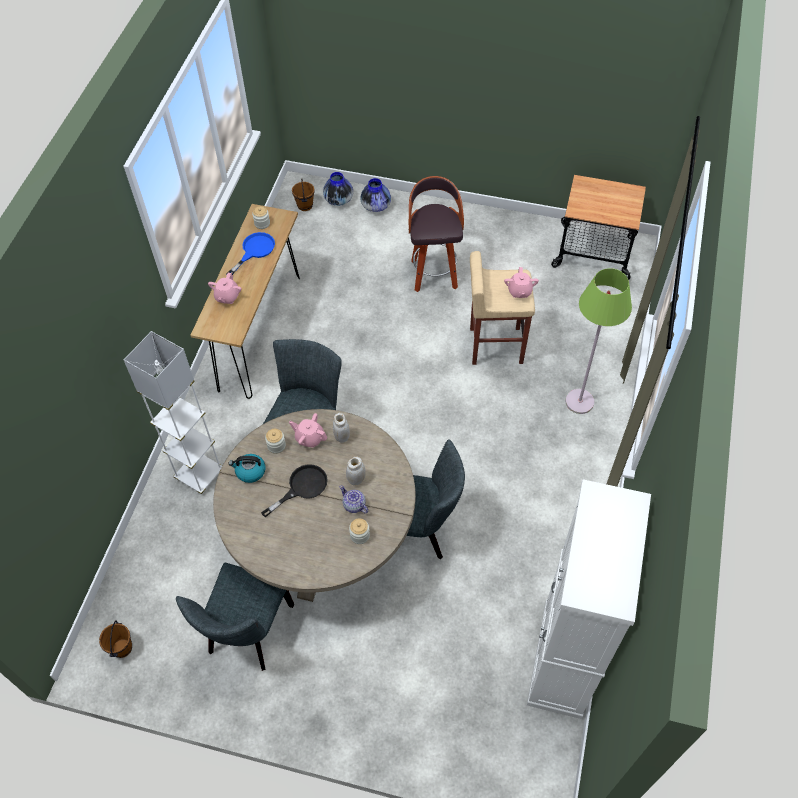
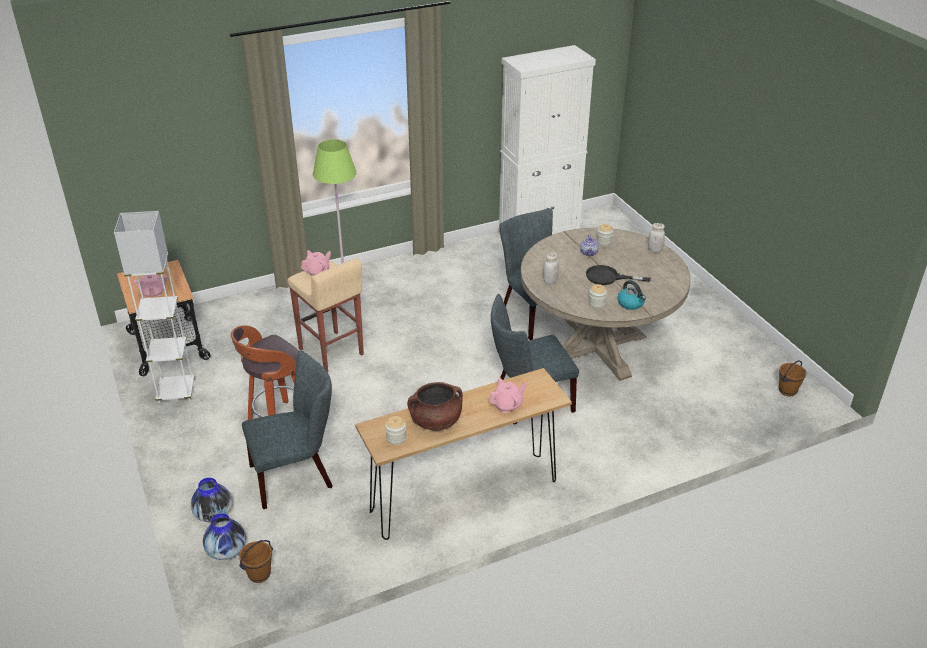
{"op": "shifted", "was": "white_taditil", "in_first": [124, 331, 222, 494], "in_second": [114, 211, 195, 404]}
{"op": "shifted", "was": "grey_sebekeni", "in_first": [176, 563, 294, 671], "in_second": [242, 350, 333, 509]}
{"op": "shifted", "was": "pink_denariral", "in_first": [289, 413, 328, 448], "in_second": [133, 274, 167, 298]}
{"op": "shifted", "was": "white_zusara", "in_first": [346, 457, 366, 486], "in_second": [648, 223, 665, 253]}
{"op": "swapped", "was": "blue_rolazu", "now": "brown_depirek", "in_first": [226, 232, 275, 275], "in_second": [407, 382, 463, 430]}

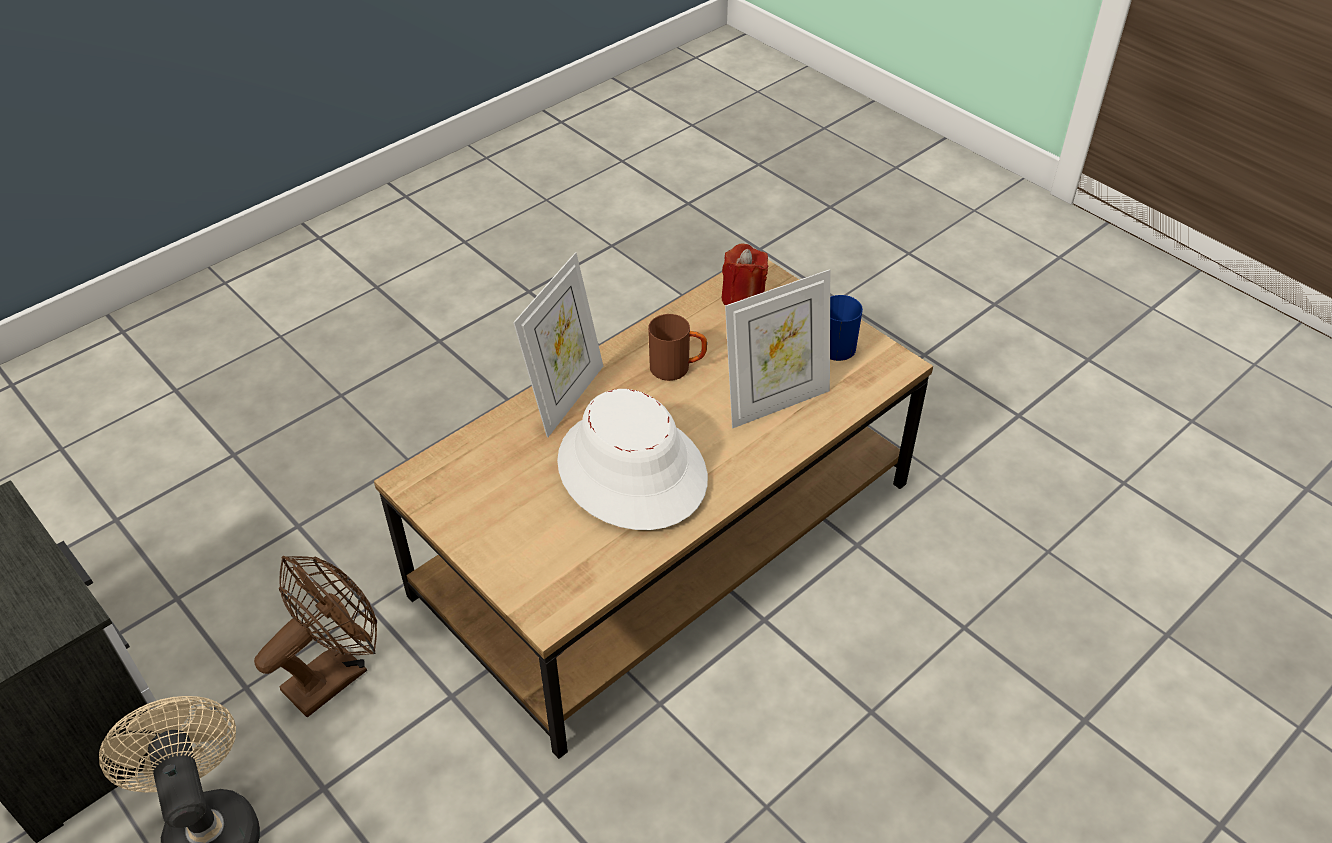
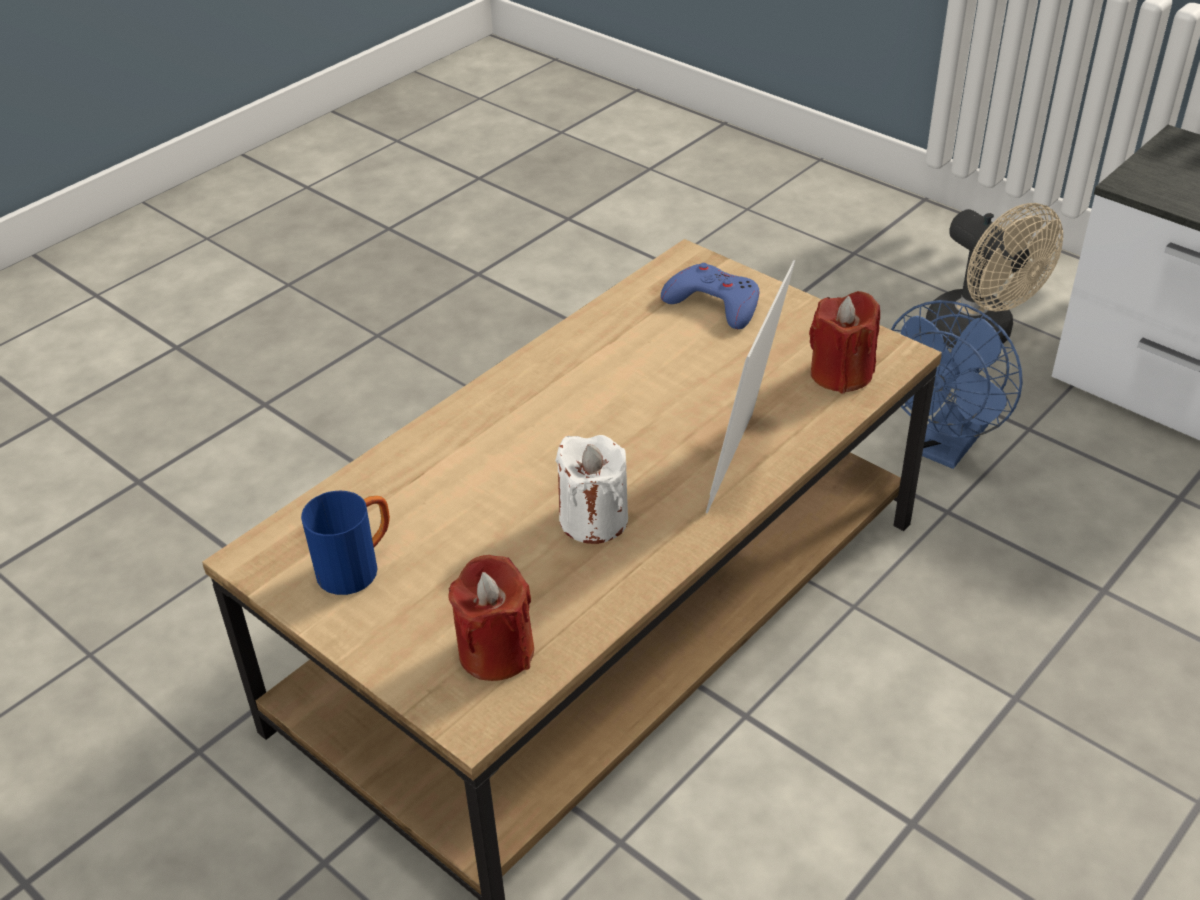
{"op": "gone", "was": "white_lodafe", "in_first": [557, 389, 708, 530]}
{"op": "gone", "was": "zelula", "in_first": [725, 269, 830, 428]}
{"op": "new", "now": "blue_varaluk", "in_second": [661, 263, 759, 329]}
{"op": "new", "now": "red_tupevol", "in_second": [809, 291, 880, 394]}
{"op": "swapped", "was": "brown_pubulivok", "now": "white_tupevol", "in_first": [648, 314, 707, 381], "in_second": [555, 435, 628, 544]}
{"op": "repainted", "was": "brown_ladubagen", "now": "blue_ladubagen", "in_first": [254, 556, 377, 717], "in_second": [891, 300, 1023, 469]}

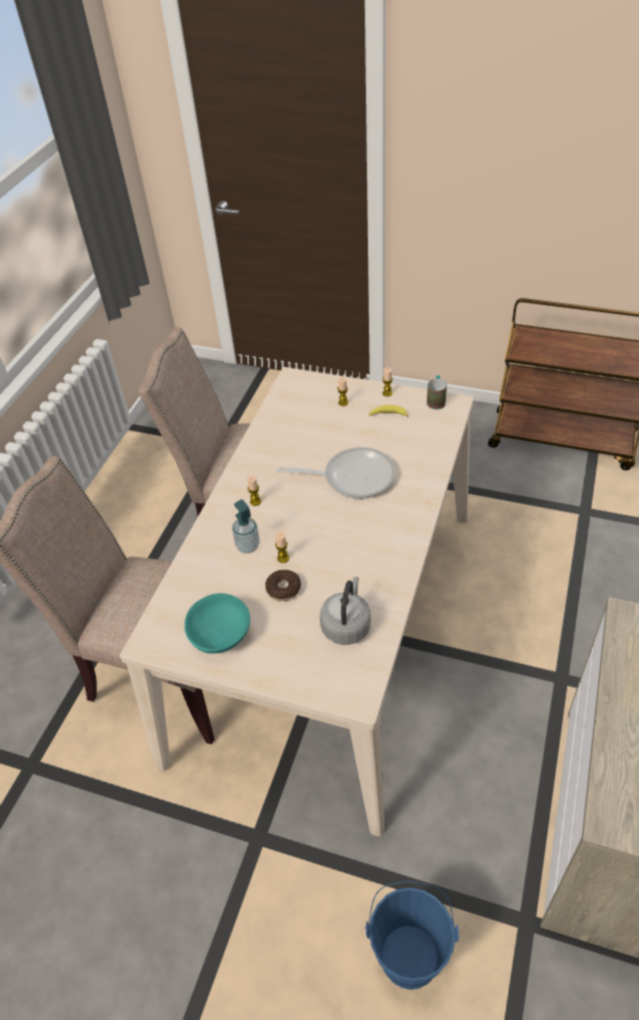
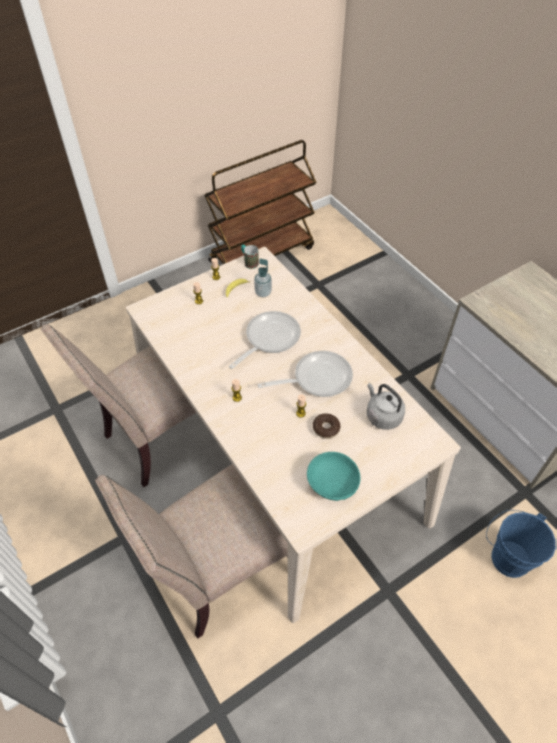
{"op": "new", "now": "rolazu", "in_second": [258, 351, 353, 397]}
{"op": "shifted", "was": "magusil", "in_first": [232, 499, 260, 553], "in_second": [254, 259, 272, 297]}

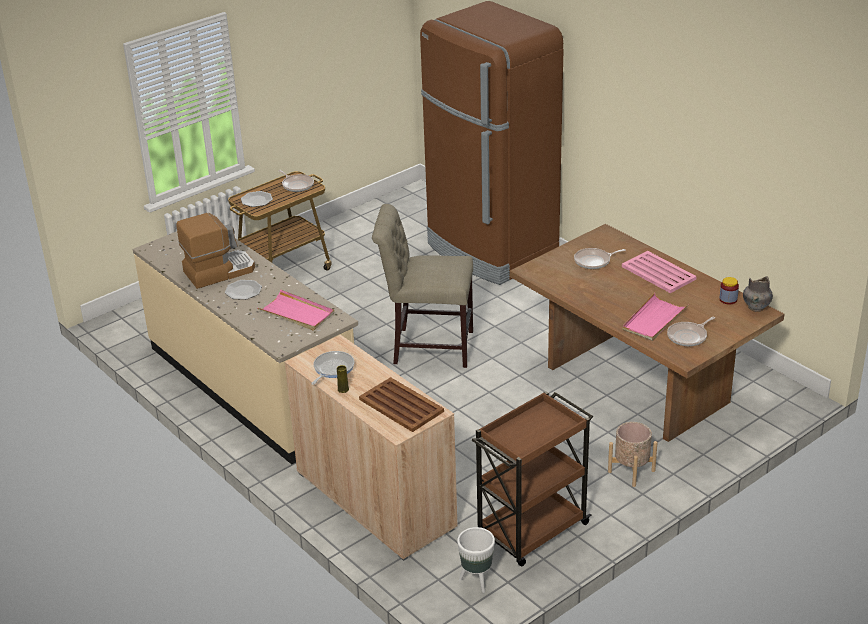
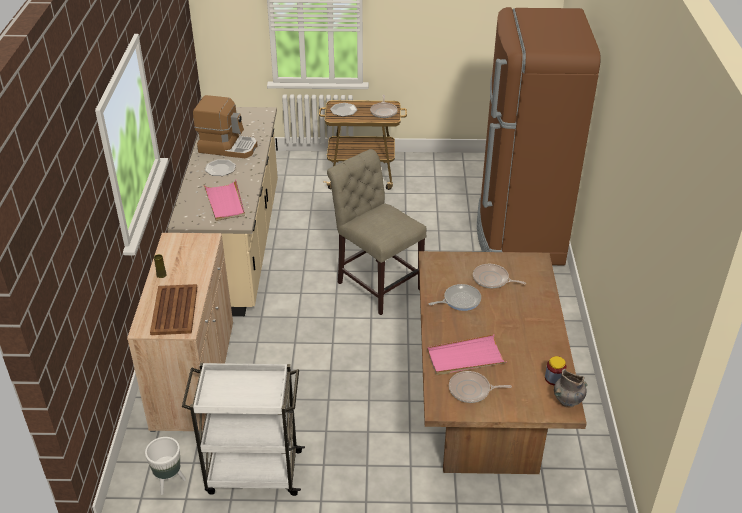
{"op": "gone", "was": "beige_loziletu", "in_first": [608, 422, 658, 487]}
{"op": "gone", "was": "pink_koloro", "in_first": [622, 251, 697, 293]}
{"op": "shifted", "was": "rolazu", "in_first": [311, 351, 354, 385], "in_second": [429, 284, 481, 311]}
{"op": "repainted", "was": "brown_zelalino", "now": "white_zelalino", "in_first": [472, 391, 593, 566], "in_second": [182, 362, 305, 496]}

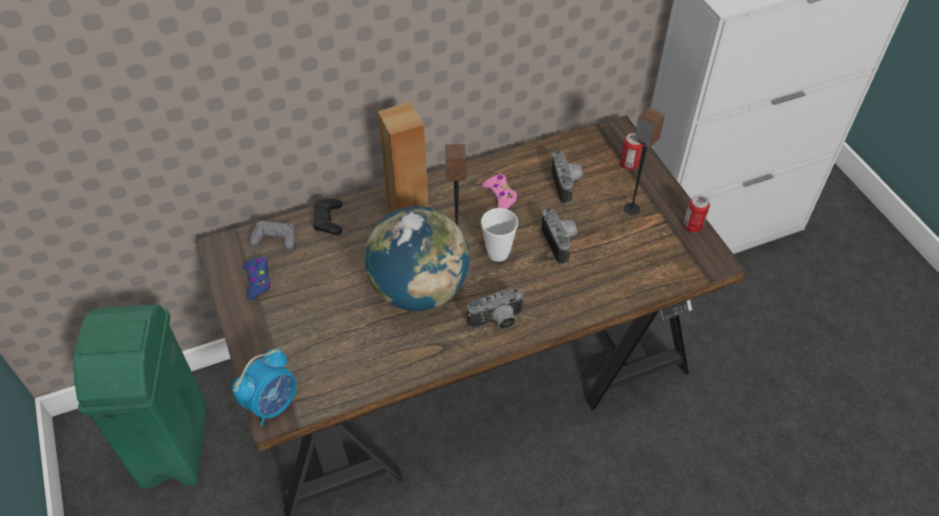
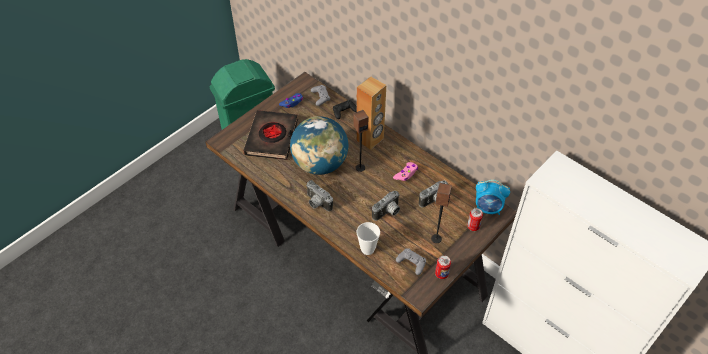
{"op": "new", "now": "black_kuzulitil", "in_second": [243, 110, 298, 160]}
{"op": "new", "now": "grey_varaluk", "in_second": [396, 249, 426, 275]}
{"op": "shifted", "was": "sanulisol", "in_first": [232, 348, 296, 426], "in_second": [476, 180, 510, 215]}
{"op": "shifted", "was": "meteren", "in_first": [481, 208, 518, 262], "in_second": [356, 222, 380, 255]}

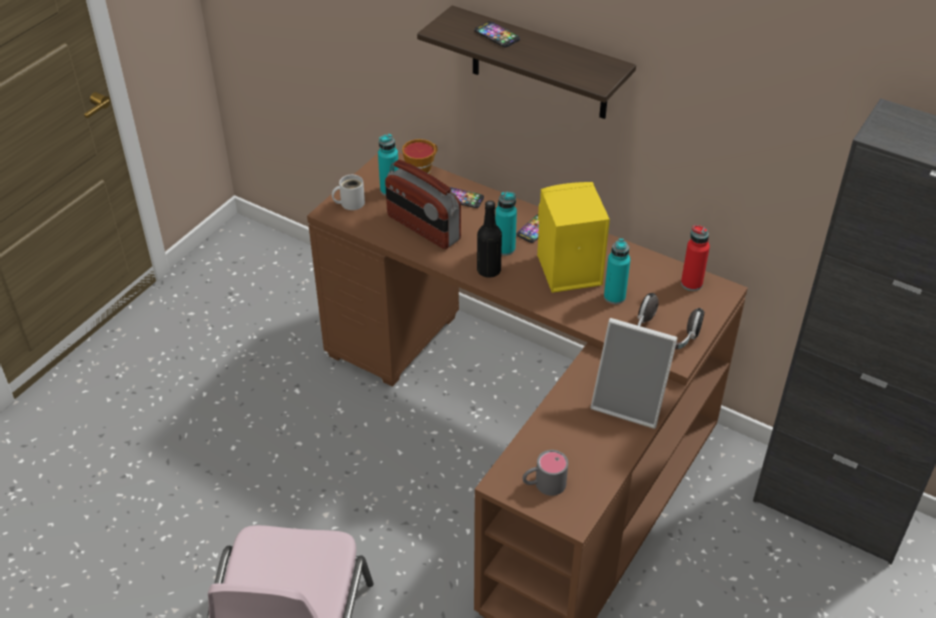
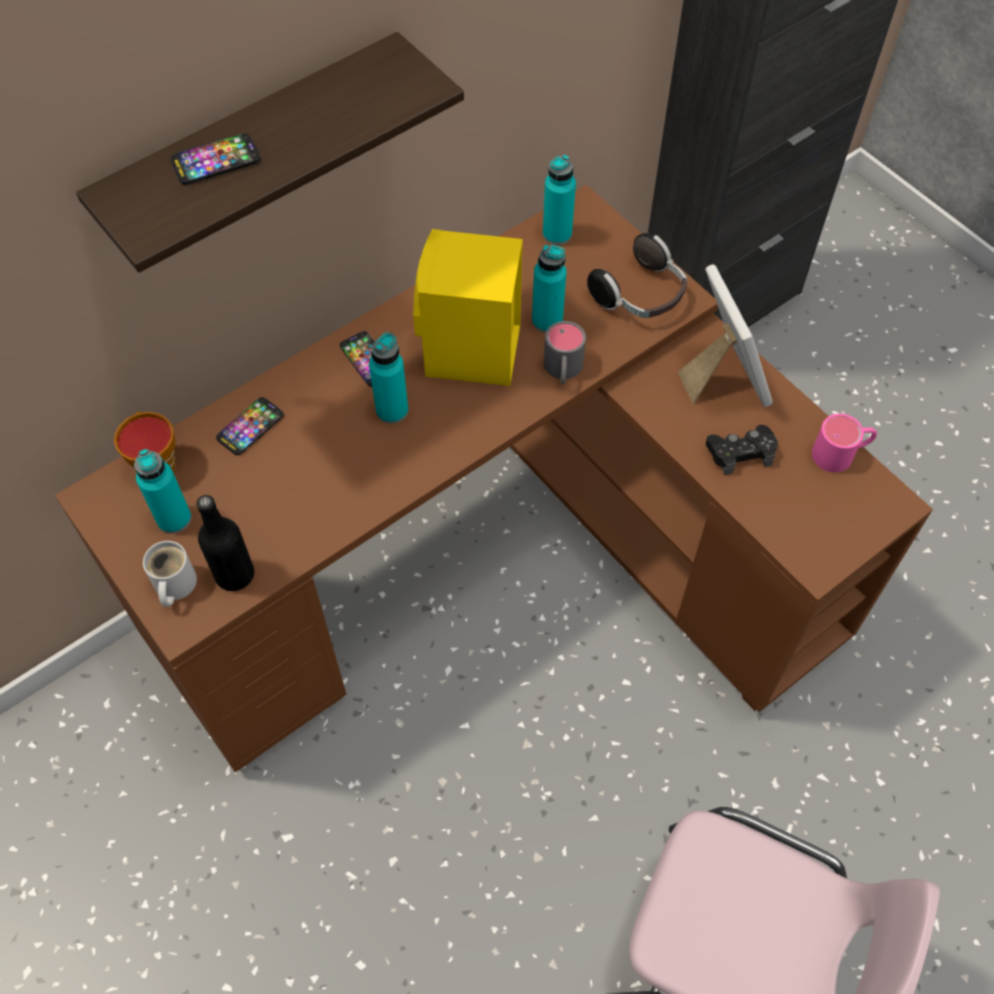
{"op": "gone", "was": "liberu", "in_first": [385, 160, 461, 249]}
{"op": "new", "now": "black_varaluk", "in_second": [706, 425, 778, 475]}
{"op": "new", "now": "pink_pubulivok", "in_second": [812, 414, 877, 473]}
{"op": "shifted", "was": "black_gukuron", "in_first": [477, 201, 502, 278], "in_second": [197, 495, 254, 591]}
{"op": "shifted", "was": "grey_pubulivok", "in_first": [522, 450, 568, 496], "in_second": [544, 321, 586, 384]}
{"op": "repainted", "was": "red_gukuron", "now": "turquoise_gukuron", "in_first": [681, 225, 710, 291], "in_second": [543, 155, 576, 245]}
{"op": "rotated", "was": "zelula", "in_first": [591, 318, 677, 429], "in_second": [678, 264, 773, 407], "clockwise": -60}

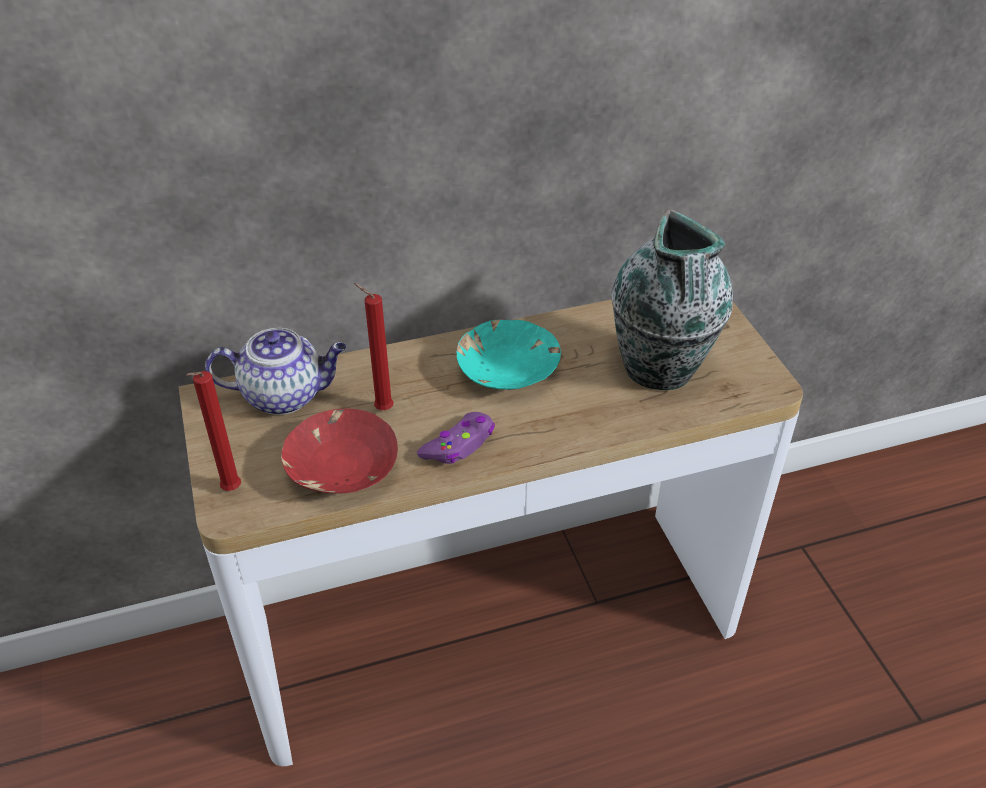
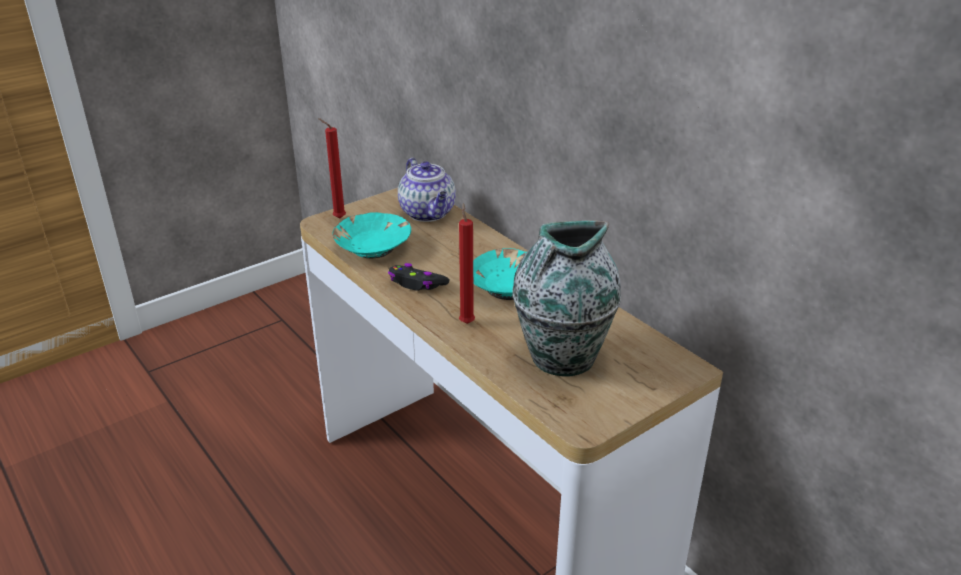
{"op": "shifted", "was": "red_tupevol", "in_first": [354, 283, 393, 410], "in_second": [459, 203, 475, 324]}
{"op": "repainted", "was": "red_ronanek", "now": "turquoise_ronanek", "in_first": [281, 408, 398, 494], "in_second": [332, 212, 411, 258]}
{"op": "repainted", "was": "purple_varaluk", "now": "black_varaluk", "in_first": [417, 412, 495, 464], "in_second": [388, 263, 450, 291]}

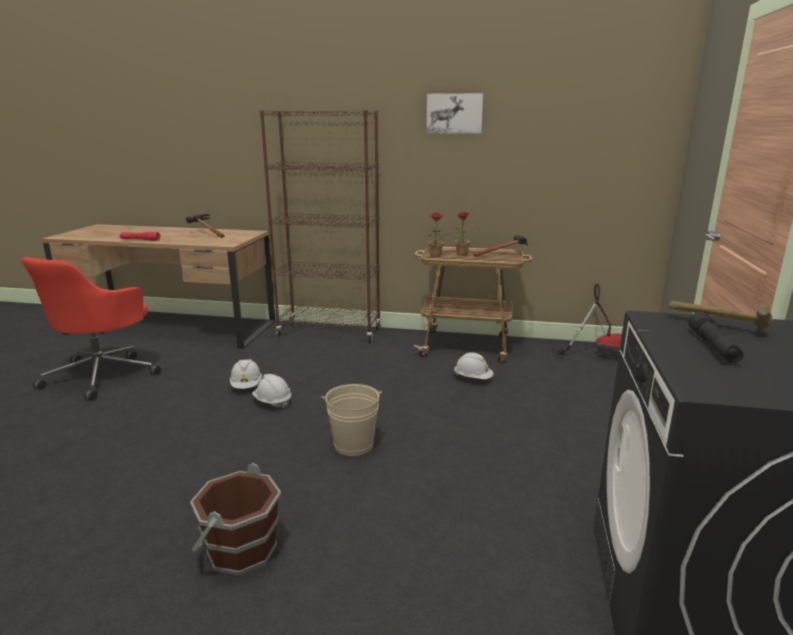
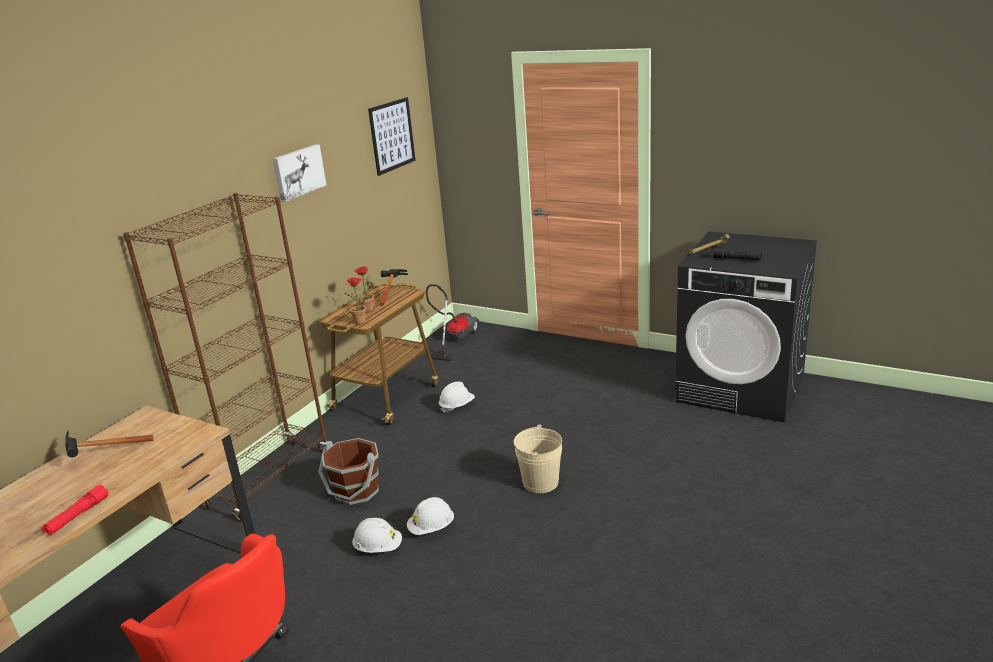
{"op": "new", "now": "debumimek", "in_second": [368, 97, 416, 176]}
{"op": "shifted", "was": "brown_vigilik", "in_first": [190, 463, 281, 576], "in_second": [318, 438, 379, 505]}

